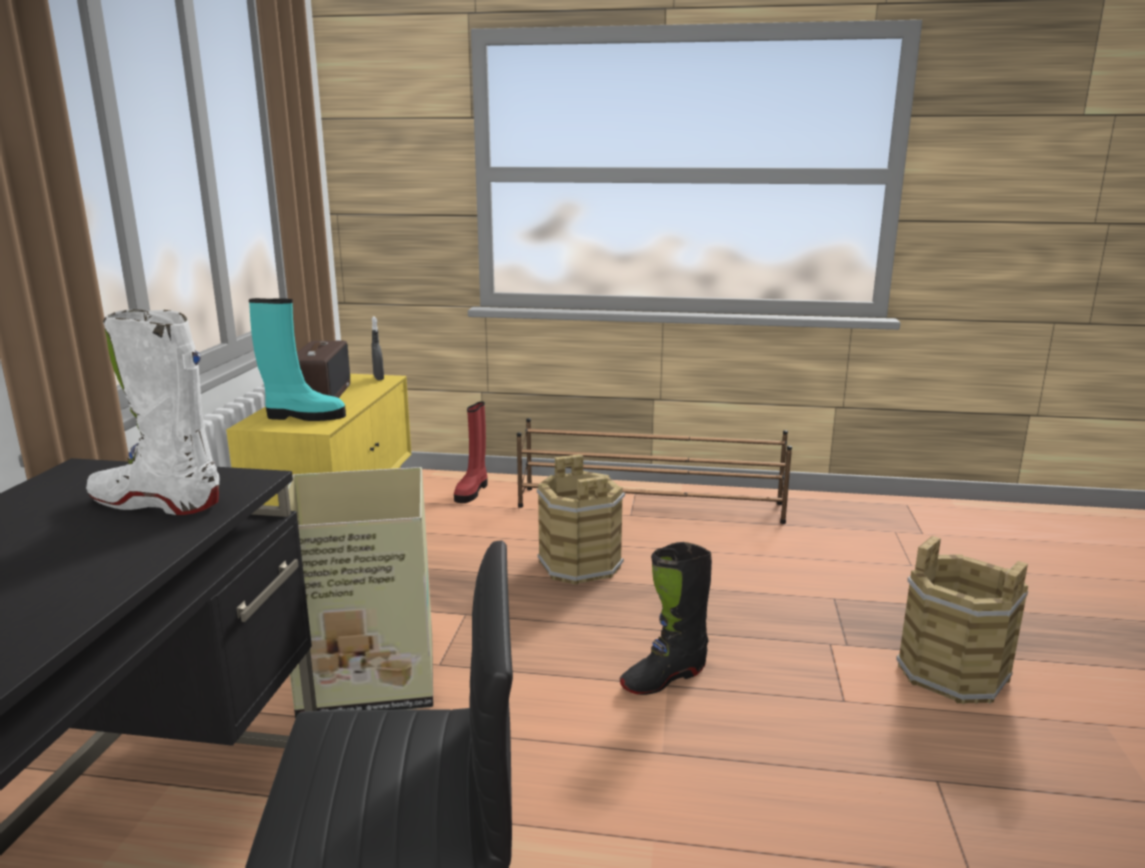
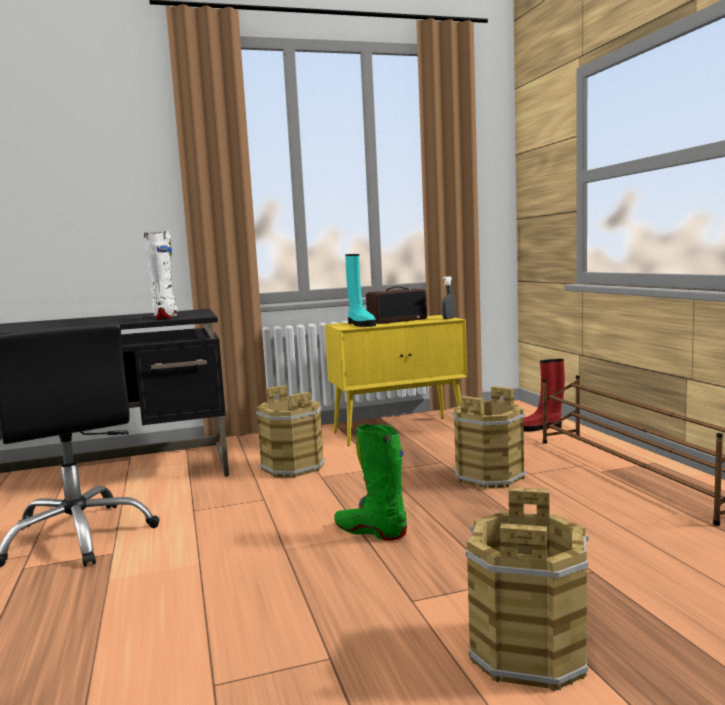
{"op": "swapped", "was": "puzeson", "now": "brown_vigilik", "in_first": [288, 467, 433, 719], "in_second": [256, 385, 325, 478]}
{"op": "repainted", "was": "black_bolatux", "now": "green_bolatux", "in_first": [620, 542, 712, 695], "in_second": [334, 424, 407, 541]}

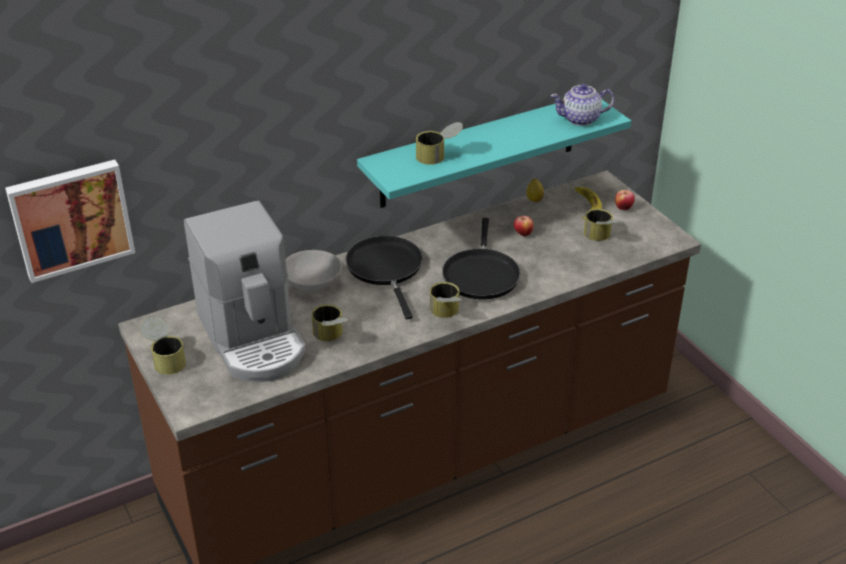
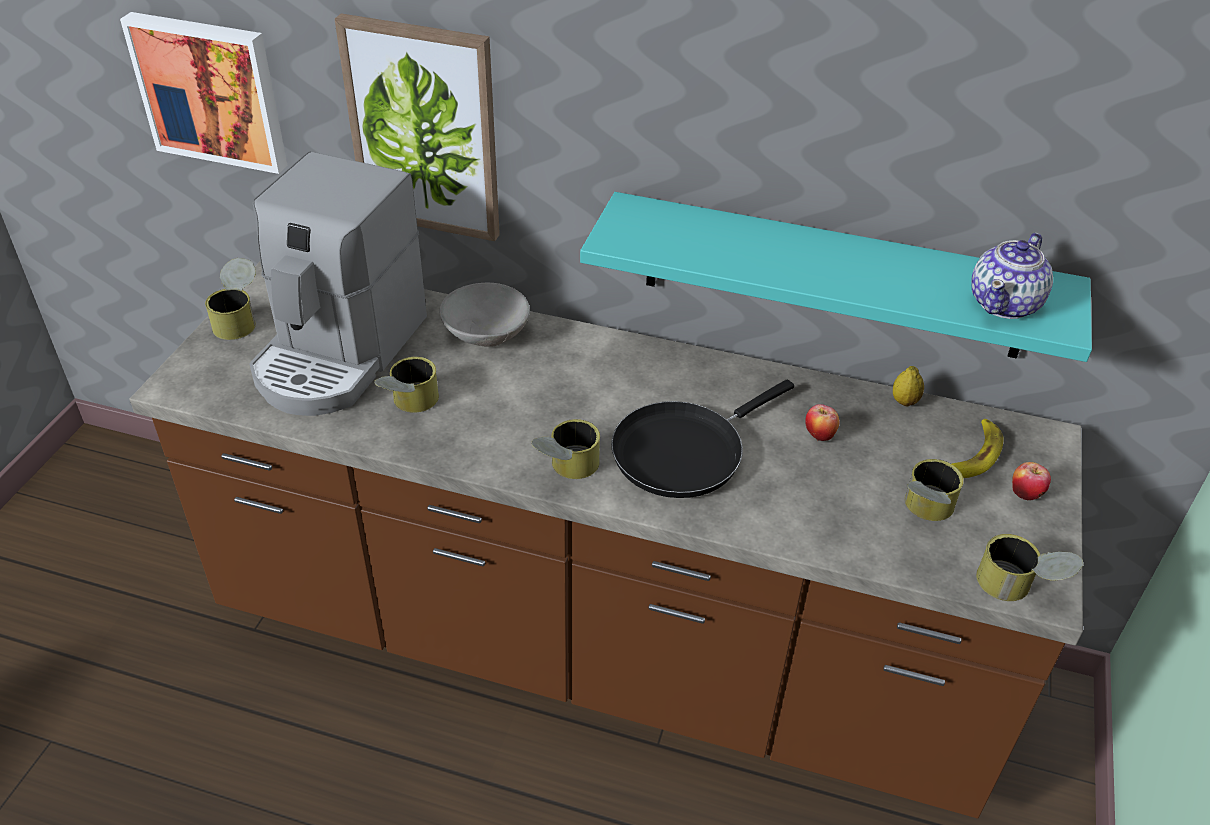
{"op": "gone", "was": "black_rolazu", "in_first": [346, 236, 423, 319]}
{"op": "new", "now": "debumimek", "in_second": [335, 13, 500, 241]}
{"op": "shifted", "was": "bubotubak", "in_first": [416, 122, 463, 165], "in_second": [976, 534, 1084, 601]}
{"op": "rotated", "was": "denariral", "in_first": [550, 84, 614, 126], "in_second": [971, 233, 1053, 319], "clockwise": -90}

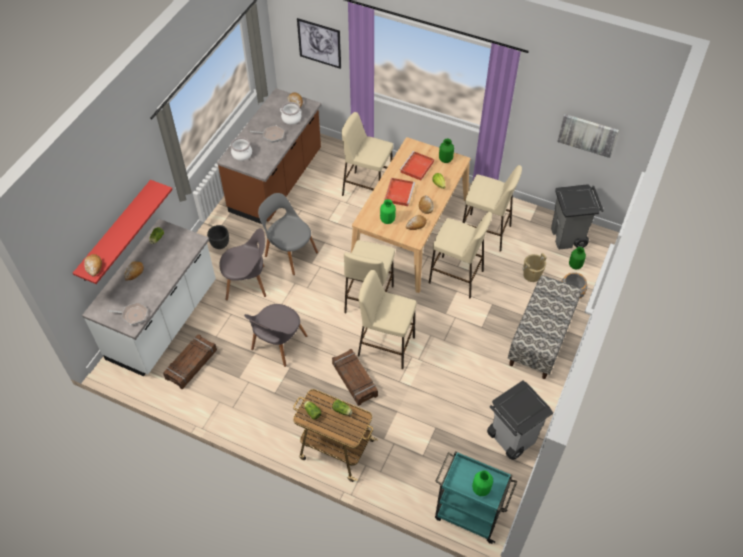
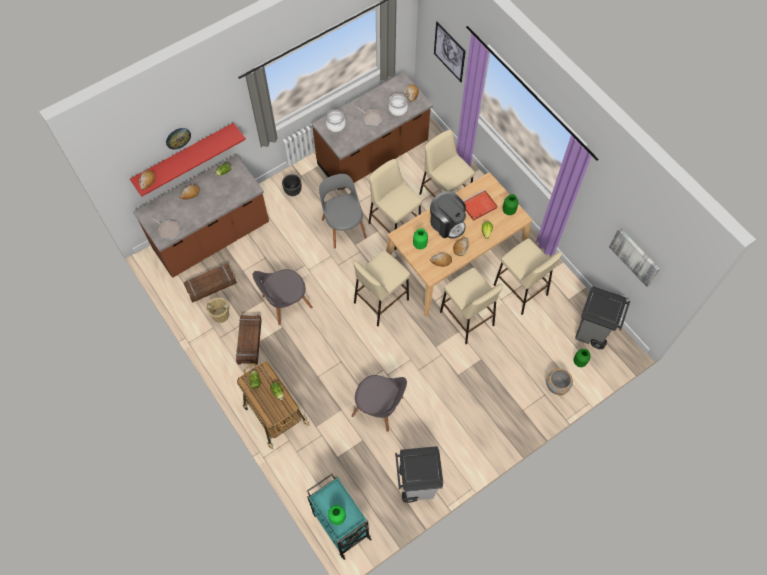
{"op": "gone", "was": "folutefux", "in_first": [508, 275, 581, 379]}
{"op": "new", "now": "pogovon", "in_second": [166, 128, 191, 150]}
{"op": "shifted", "was": "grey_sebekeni", "in_first": [219, 228, 266, 301], "in_second": [352, 375, 407, 432]}
{"op": "shifted", "was": "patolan", "in_first": [332, 349, 378, 406], "in_second": [236, 315, 262, 365]}
{"op": "shifted", "was": "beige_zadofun", "in_first": [358, 270, 417, 369], "in_second": [369, 159, 422, 250]}
{"op": "shifted", "was": "beige_vigilik", "in_first": [523, 253, 547, 282], "in_second": [206, 298, 229, 323]}
{"op": "swapped", "was": "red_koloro", "now": "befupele", "in_first": [384, 178, 415, 206], "in_second": [430, 191, 466, 239]}
{"op": "repainted", "was": "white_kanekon", "now": "brown_kanekon", "in_first": [82, 219, 216, 376], "in_second": [133, 155, 269, 278]}

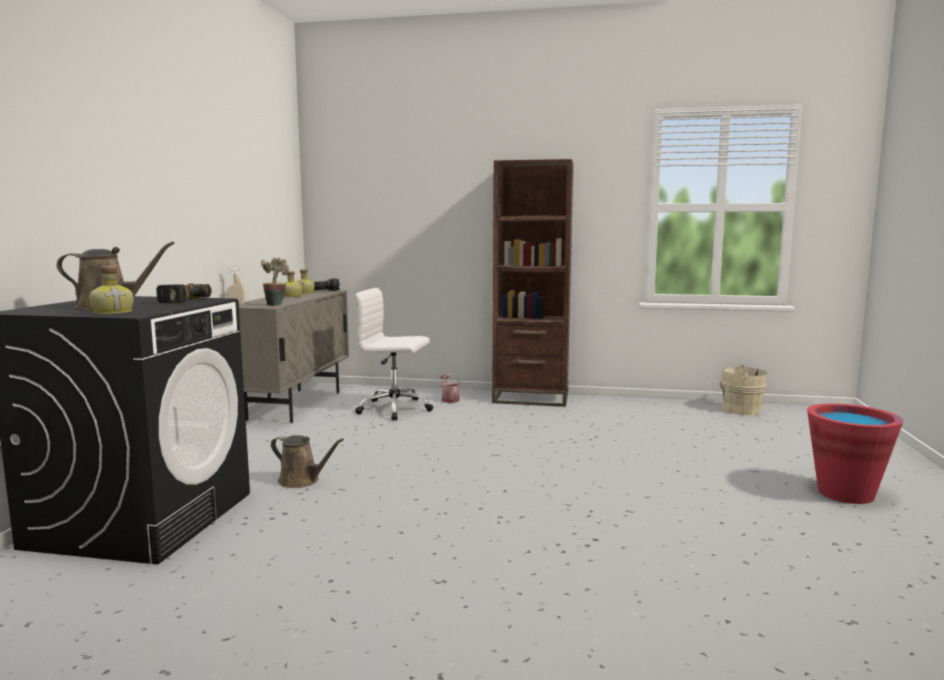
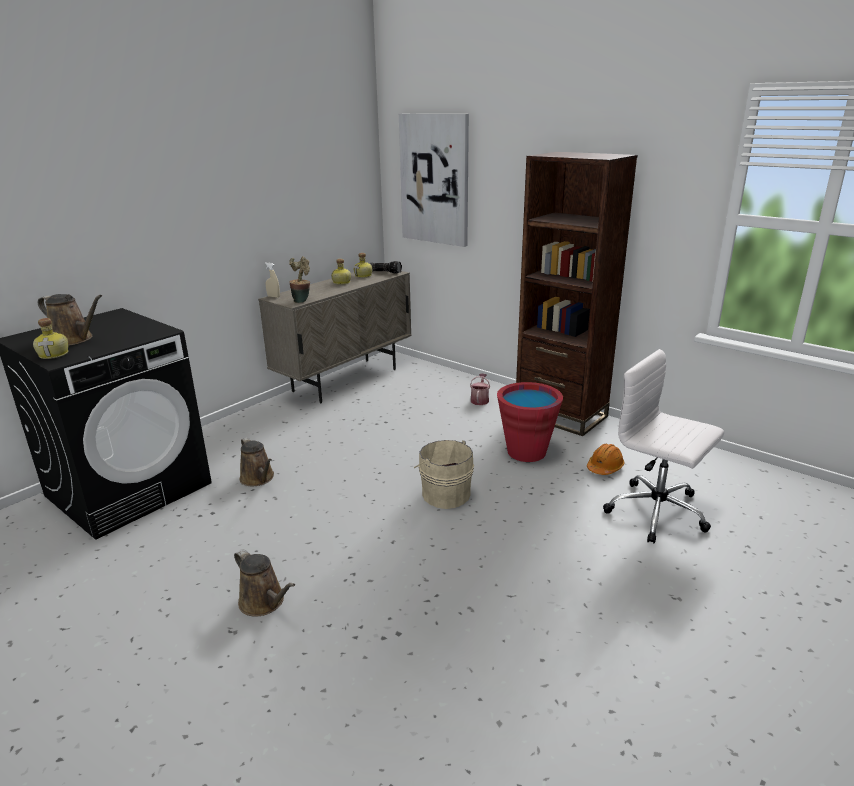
{"op": "gone", "was": "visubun", "in_first": [156, 283, 212, 303]}
{"op": "new", "now": "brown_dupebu", "in_second": [234, 549, 295, 617]}
{"op": "new", "now": "debumimek", "in_second": [399, 114, 469, 247]}
{"op": "new", "now": "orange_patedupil", "in_second": [587, 444, 625, 475]}
{"op": "shifted", "was": "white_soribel", "in_first": [355, 288, 433, 421], "in_second": [603, 349, 724, 544]}
{"op": "shifted", "was": "beige_vigilik", "in_first": [720, 365, 767, 415], "in_second": [414, 440, 474, 509]}
{"op": "shifted", "was": "red_vigilik", "in_first": [807, 403, 903, 504], "in_second": [497, 382, 563, 462]}

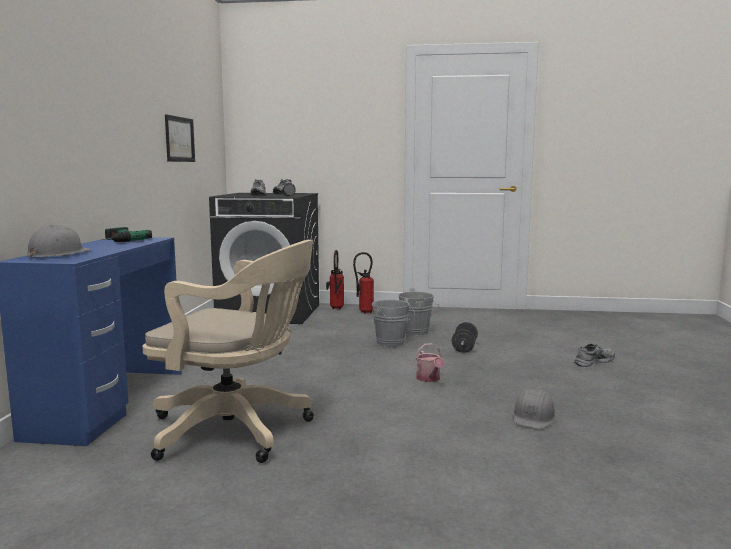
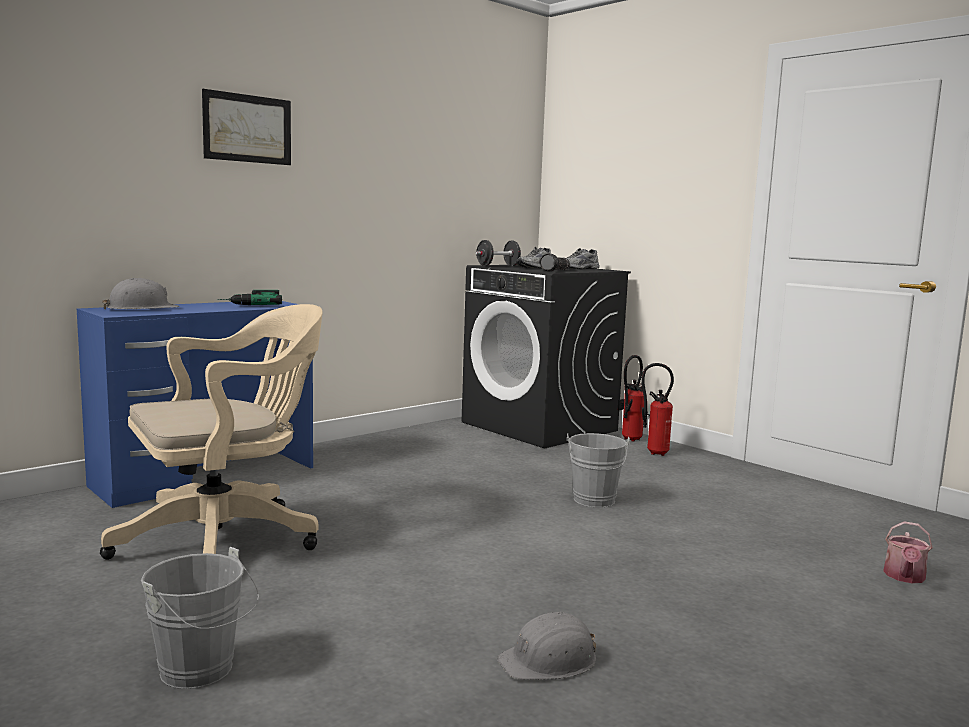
{"op": "gone", "was": "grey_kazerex", "in_first": [574, 344, 615, 367]}
{"op": "shifted", "was": "debumimek", "in_first": [165, 114, 195, 162], "in_second": [202, 89, 291, 165]}
{"op": "shifted", "was": "grey_vigilik", "in_first": [398, 288, 440, 336], "in_second": [141, 547, 259, 689]}
{"op": "shifted", "was": "dupebu", "in_first": [416, 343, 445, 382], "in_second": [883, 521, 933, 583]}
{"op": "shifted", "was": "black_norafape", "in_first": [451, 322, 478, 353], "in_second": [476, 240, 521, 266]}
{"op": "rotated", "was": "beige_soribel", "in_first": [142, 240, 314, 463], "in_second": [100, 304, 323, 560], "clockwise": -90}

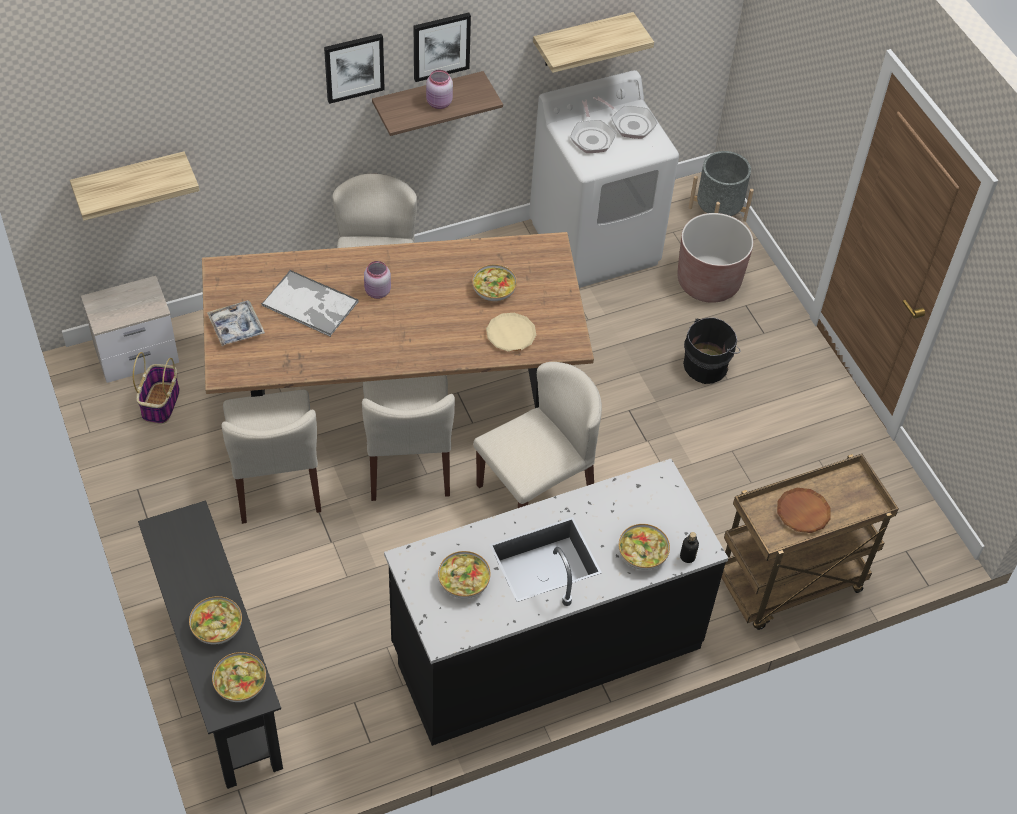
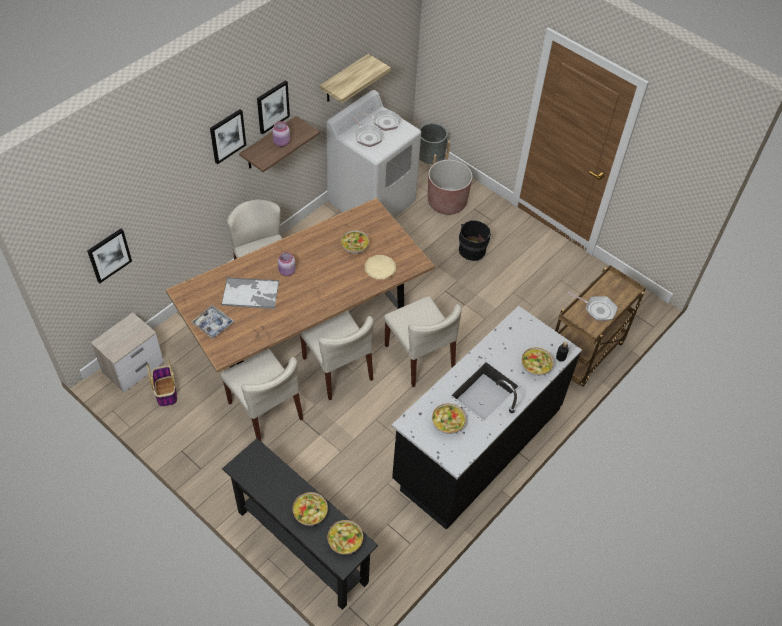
{"op": "swapped", "was": "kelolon", "now": "debumimek", "in_first": [70, 151, 199, 221], "in_second": [87, 229, 132, 283]}
{"op": "swapped", "was": "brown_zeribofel", "now": "rolazu", "in_first": [777, 488, 831, 533], "in_second": [567, 292, 618, 321]}
{"op": "rotated", "was": "beige_sebekeni", "in_first": [473, 362, 602, 508], "in_second": [384, 296, 462, 387], "clockwise": 120}

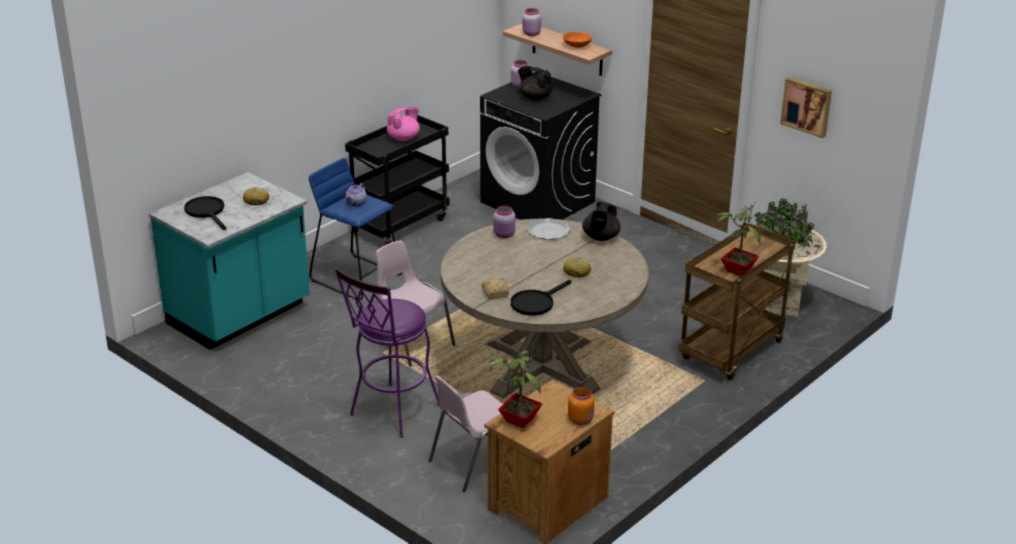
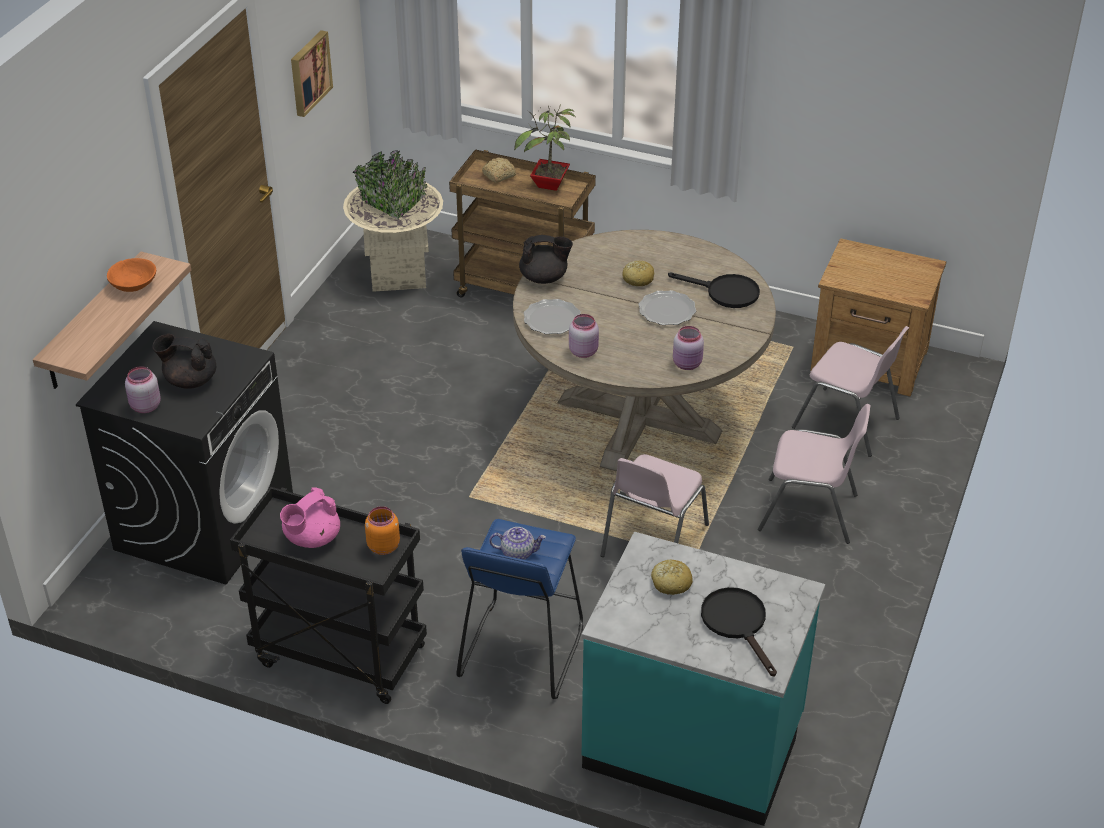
{"op": "gone", "was": "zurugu", "in_first": [488, 343, 542, 428]}
{"op": "new", "now": "zeribofel", "in_second": [638, 290, 696, 325]}
{"op": "shifted", "was": "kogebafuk", "in_first": [481, 277, 509, 299], "in_second": [482, 157, 516, 183]}
{"op": "shifted", "was": "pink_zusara", "in_first": [522, 8, 541, 36], "in_second": [673, 326, 704, 370]}
{"op": "shifted", "was": "orange_zusara", "in_first": [568, 386, 595, 425], "in_second": [365, 506, 400, 555]}
{"op": "swapped", "was": "purple_zadofun", "now": "pink_sebekeni", "in_first": [335, 268, 439, 437], "in_second": [758, 404, 870, 544]}
{"op": "rotated", "was": "black_rolazu", "in_first": [184, 196, 226, 230], "in_second": [701, 587, 777, 677], "clockwise": 120}
{"op": "rotated", "was": "pink_denariral", "in_first": [387, 107, 420, 141], "in_second": [280, 487, 340, 548], "clockwise": -75}
{"op": "rotated", "was": "black_denariral", "in_first": [518, 66, 552, 100], "in_second": [153, 334, 216, 389], "clockwise": 90}

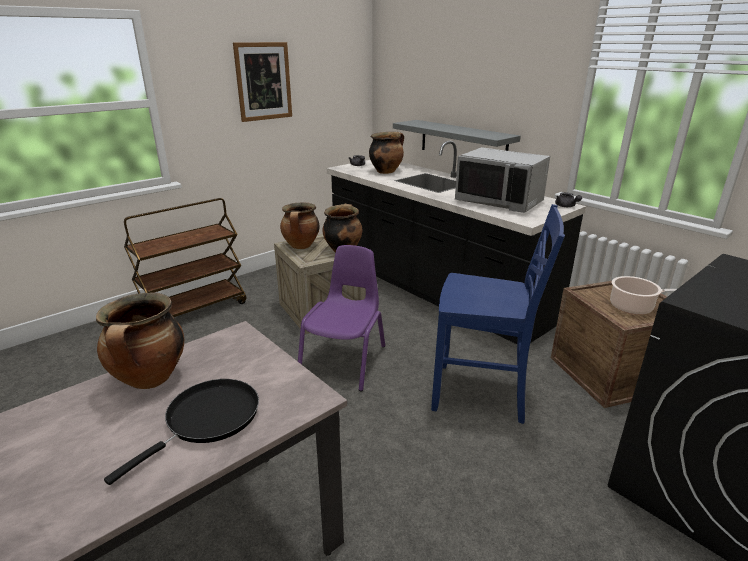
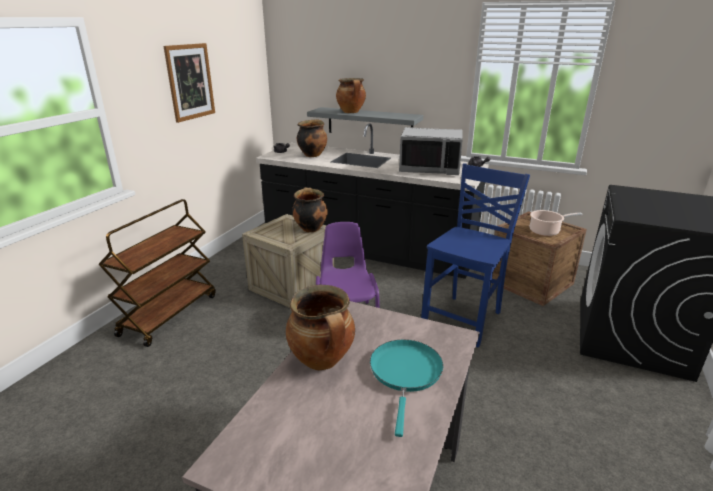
{"op": "shifted", "was": "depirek", "in_first": [280, 202, 319, 249], "in_second": [336, 78, 366, 113]}
{"op": "repainted", "was": "black_rolazu", "now": "turquoise_rolazu", "in_first": [104, 379, 259, 485], "in_second": [370, 340, 443, 437]}
{"op": "rotated", "was": "blue_sebekeni", "in_first": [431, 204, 565, 424], "in_second": [421, 163, 530, 347], "clockwise": -45}

